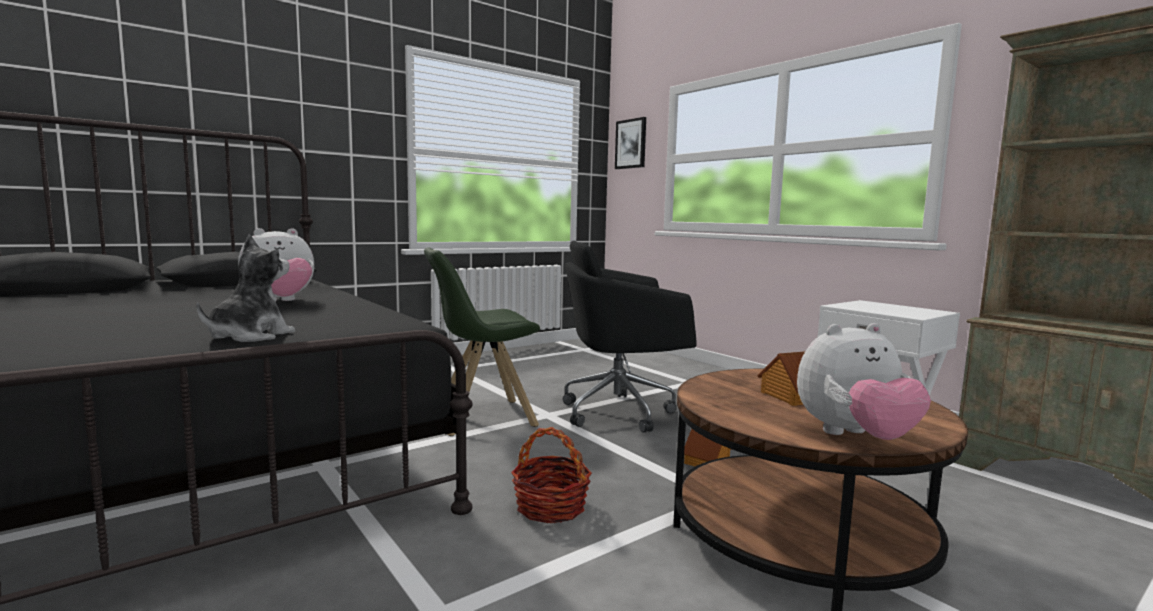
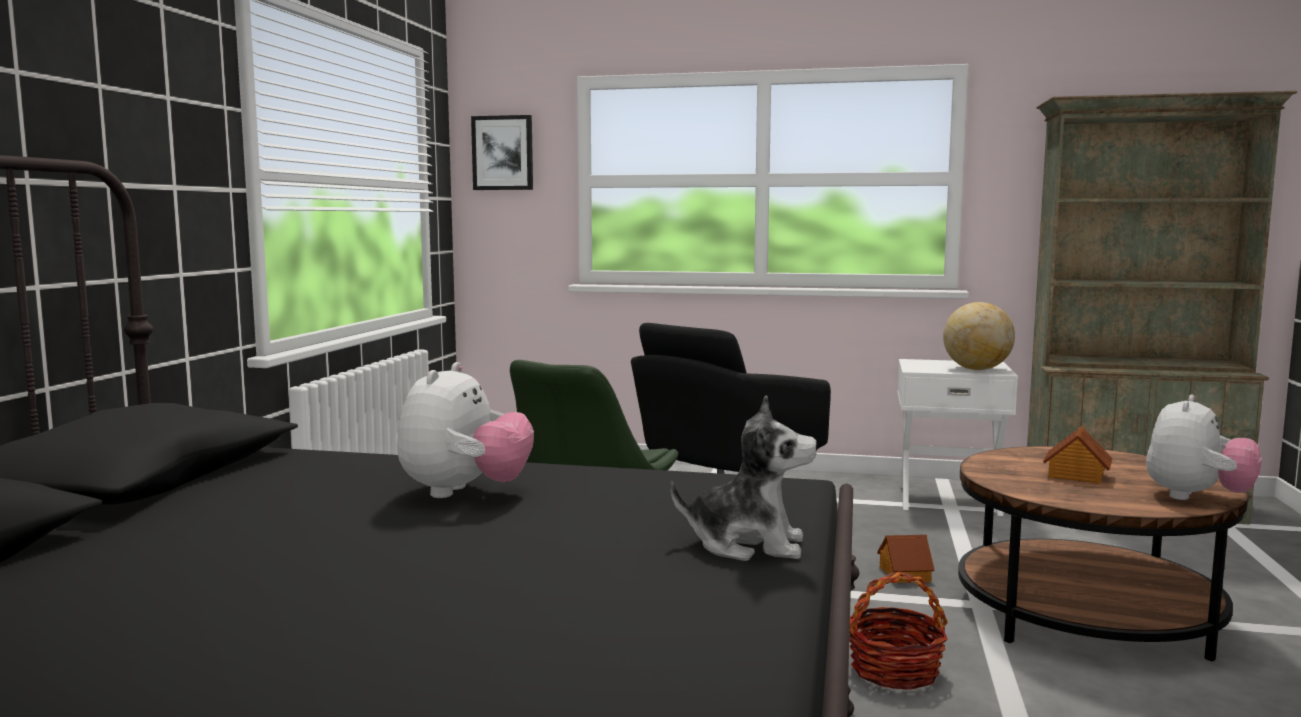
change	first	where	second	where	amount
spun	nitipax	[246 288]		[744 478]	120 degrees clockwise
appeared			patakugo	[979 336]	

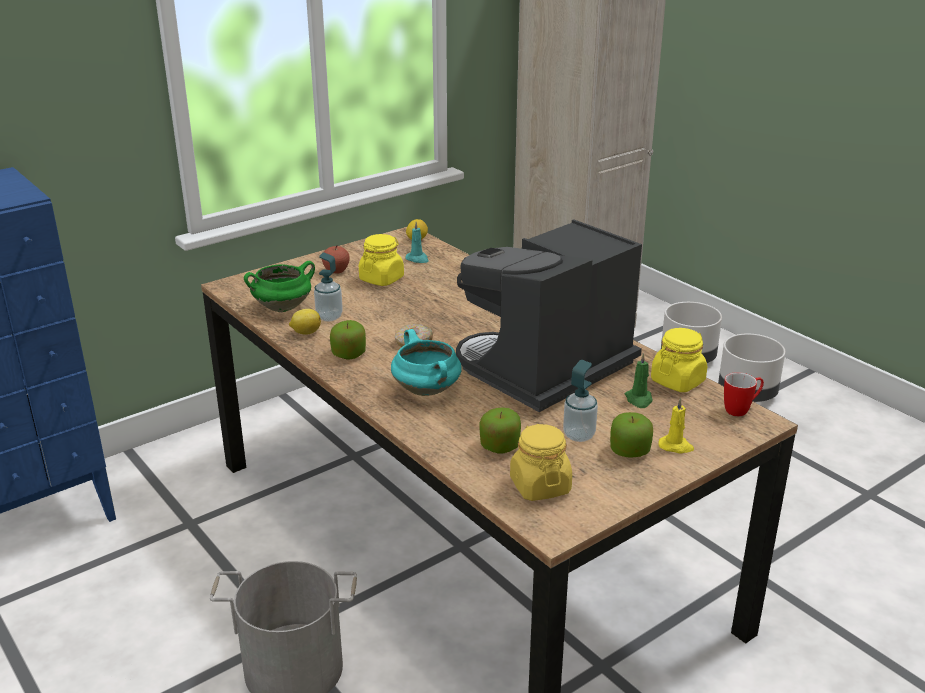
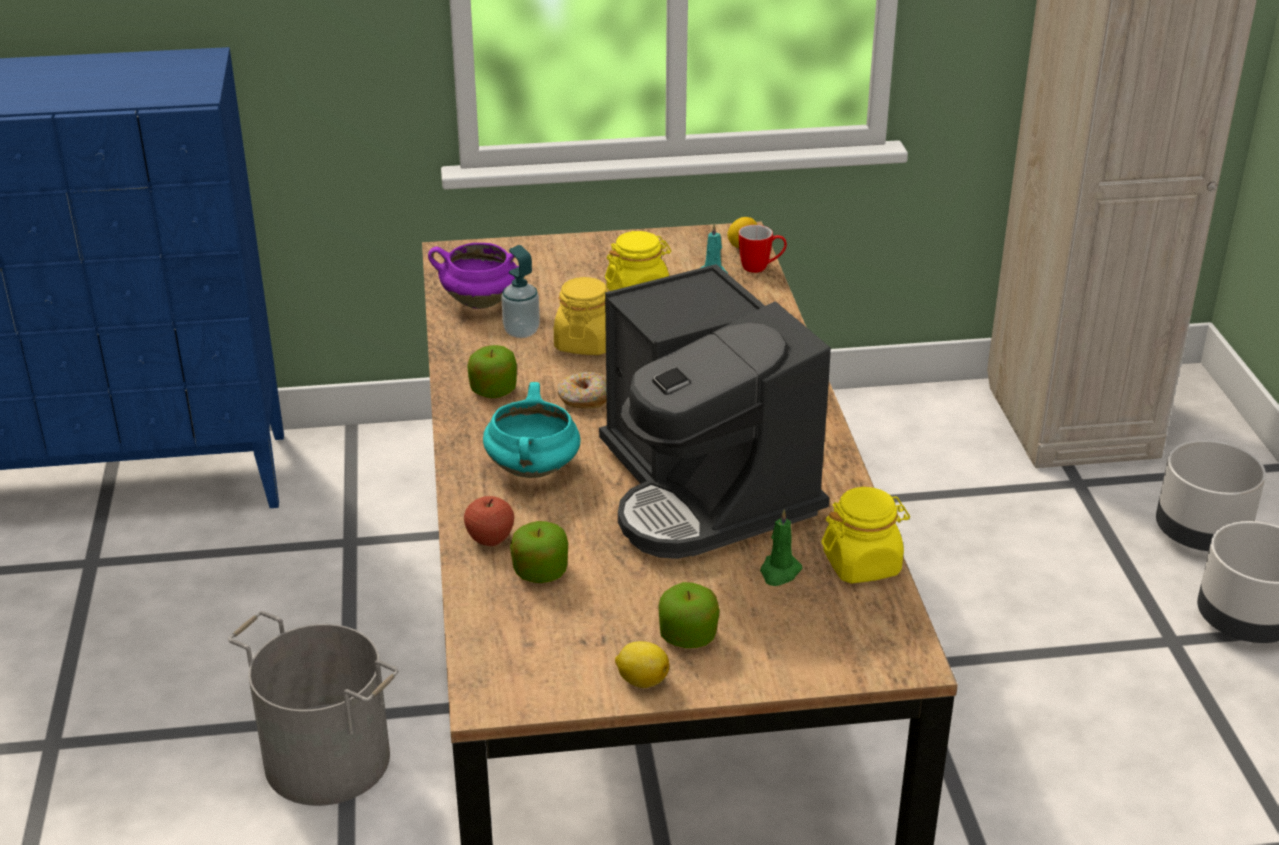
change	first	where	second	where	amount
colour	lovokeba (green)	[279 286]	lovokeba (purple)	[473 276]	
relocated	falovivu	[336 260]		[489 521]	
relocated	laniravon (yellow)	[541 462]		[581 316]	
spun	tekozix	[549 316]		[715 411]	105 degrees counterclockwise
relocated	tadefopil	[305 321]		[642 664]	
relocated	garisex	[744 394]		[763 249]	
missing	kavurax	[580 401]			
missing	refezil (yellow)	[676 425]			

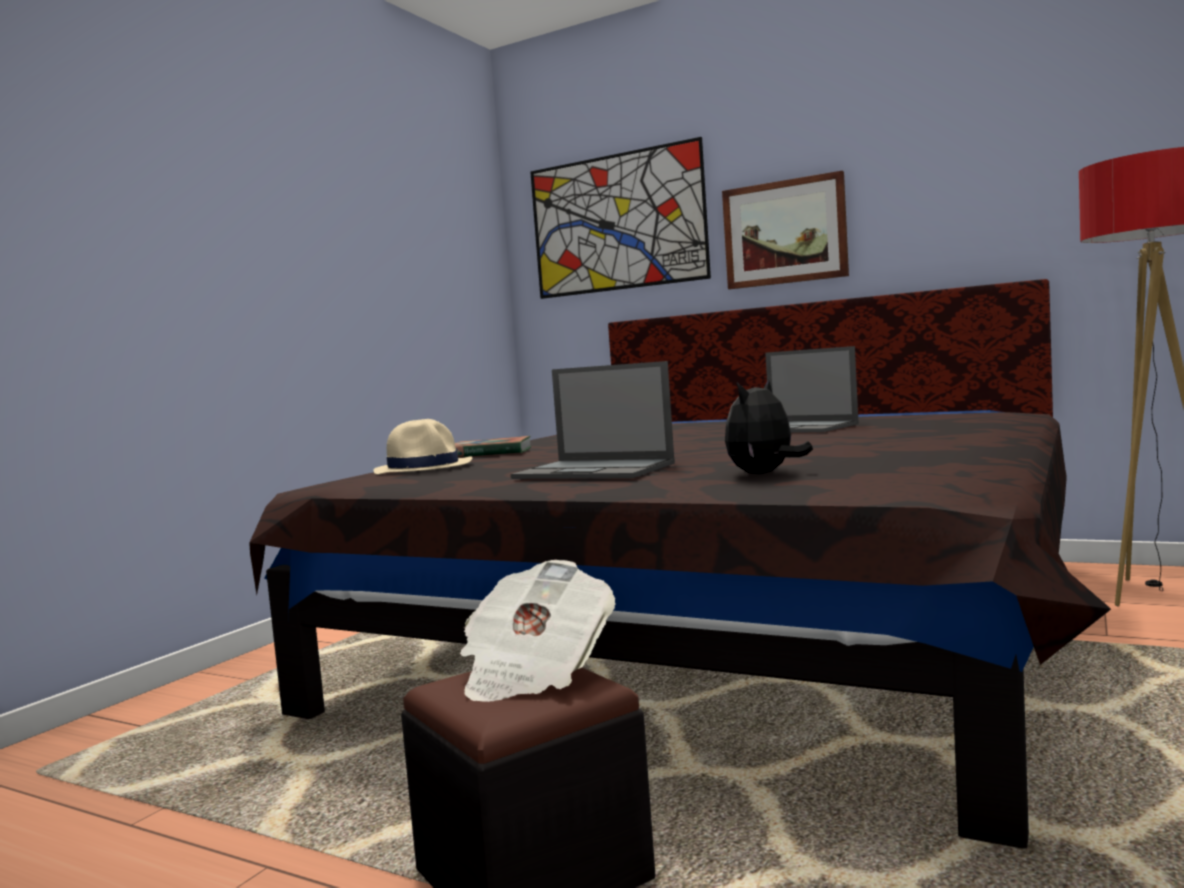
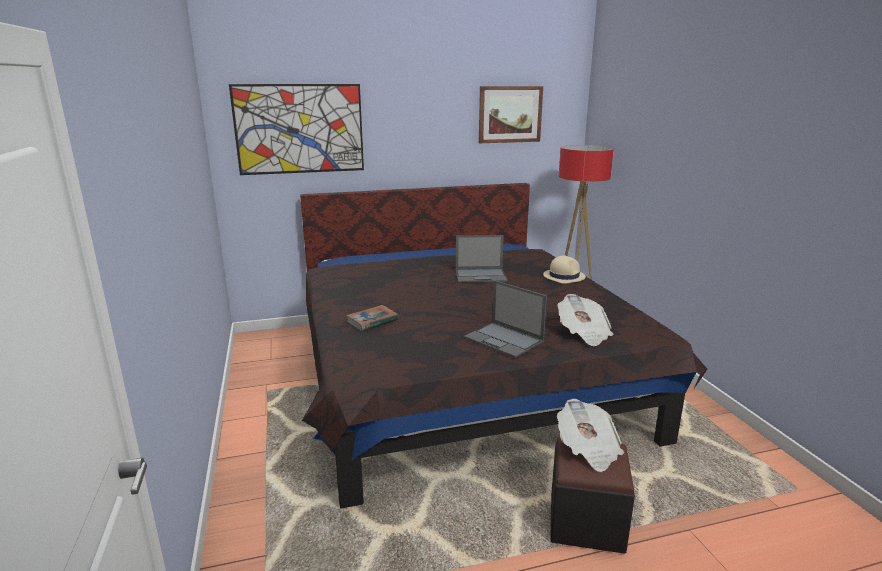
change	first	where	second	where	amount
spun	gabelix	[593 420]		[505 319]	60 degrees clockwise
relocated	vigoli	[785 230]		[511 114]	
relocated	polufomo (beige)	[423 447]		[564 269]	
exchanged	nitipax	[769 426]	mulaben	[585 320]	

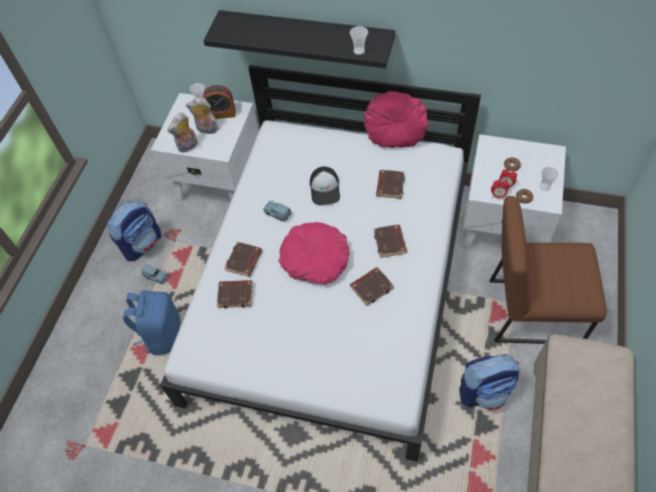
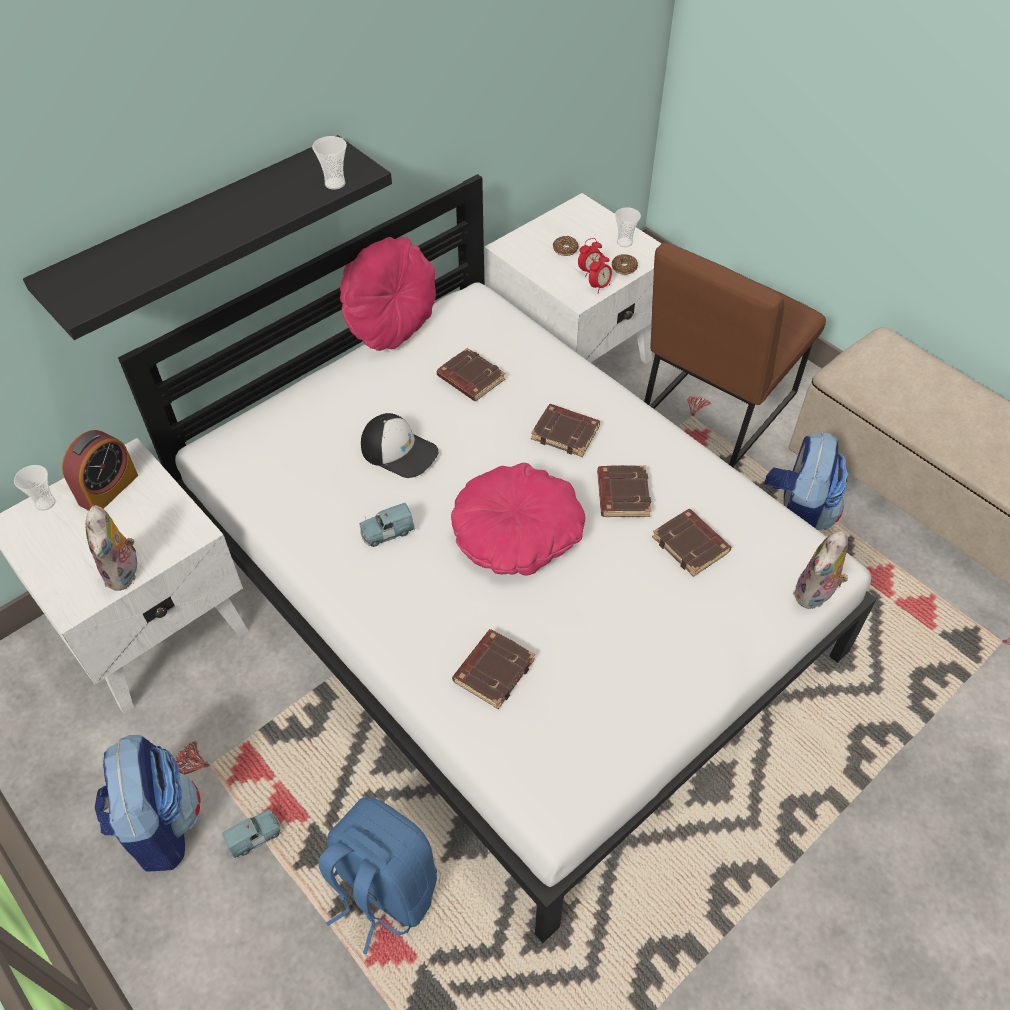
change	first	where	second	where	amount
relocated	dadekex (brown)	[243 259]		[691 543]	
relocated	nitipax	[202 116]		[820 570]	

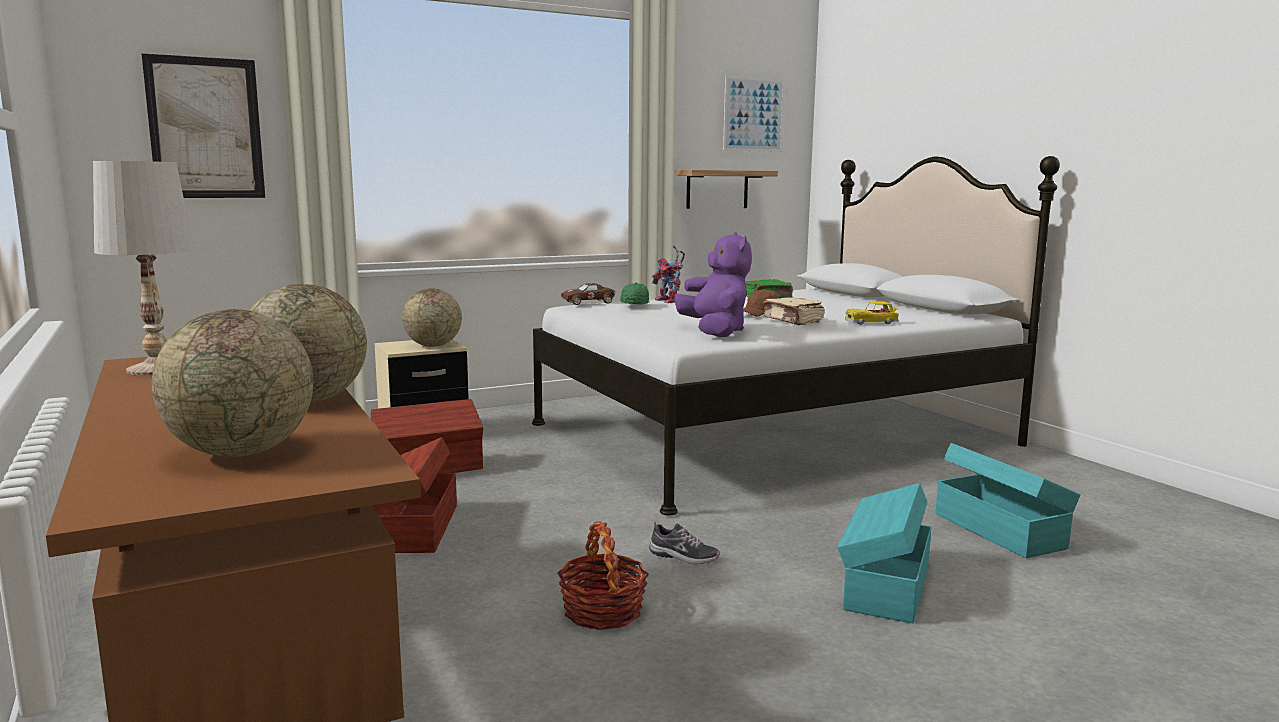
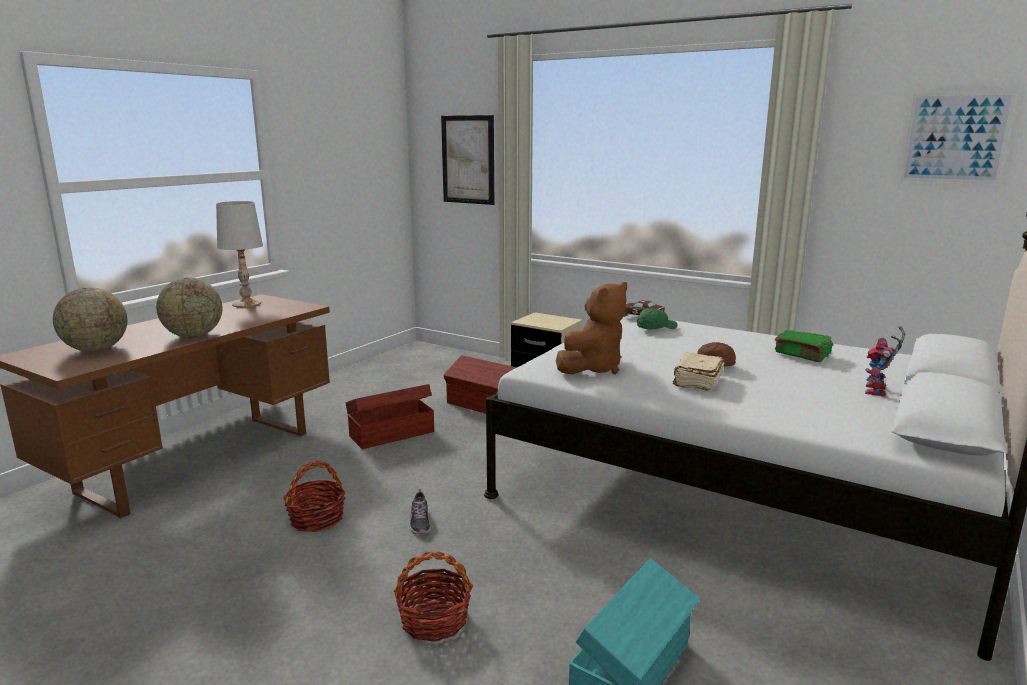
change	first	where	second	where	amount
exchanged	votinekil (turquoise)	[884 553]	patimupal	[433 596]	
colour	nitipax (purple)	[713 284]	nitipax (brown)	[591 328]	
relocated	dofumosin	[668 274]		[885 361]	
missing	patakugo	[432 317]			
missing	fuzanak	[726 189]			
missing	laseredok	[872 313]			

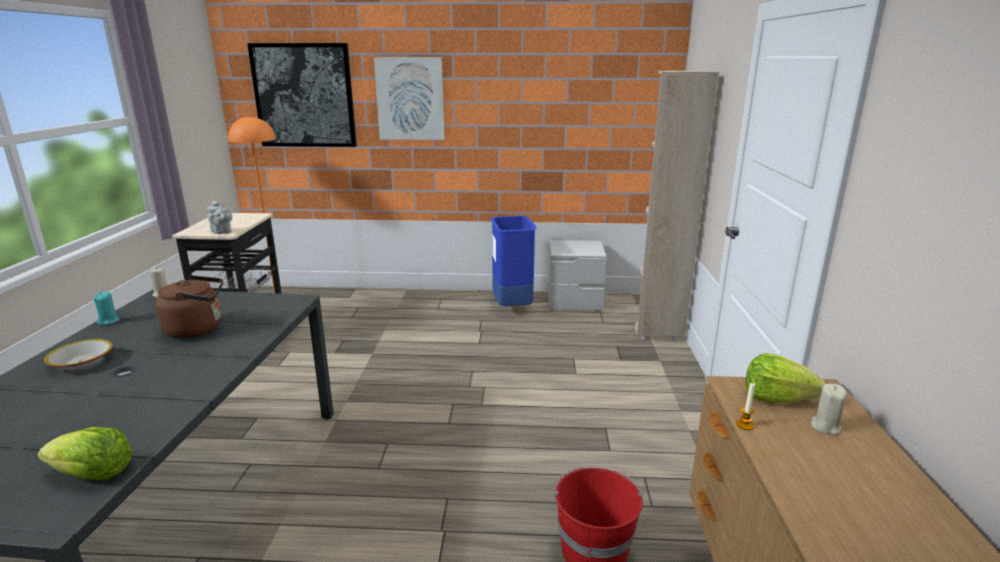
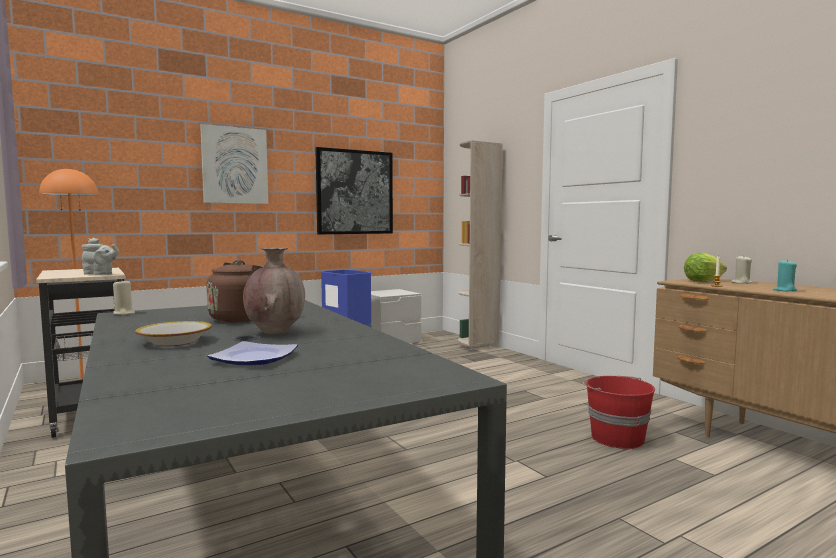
change	first	where	second	where	amount
appeared			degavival	[252 353]	
appeared			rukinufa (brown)	[274 291]	
relocated	vigoli	[302 95]		[354 190]	
relocated	refezil (turquoise)	[106 308]		[785 275]	
missing	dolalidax	[85 453]			

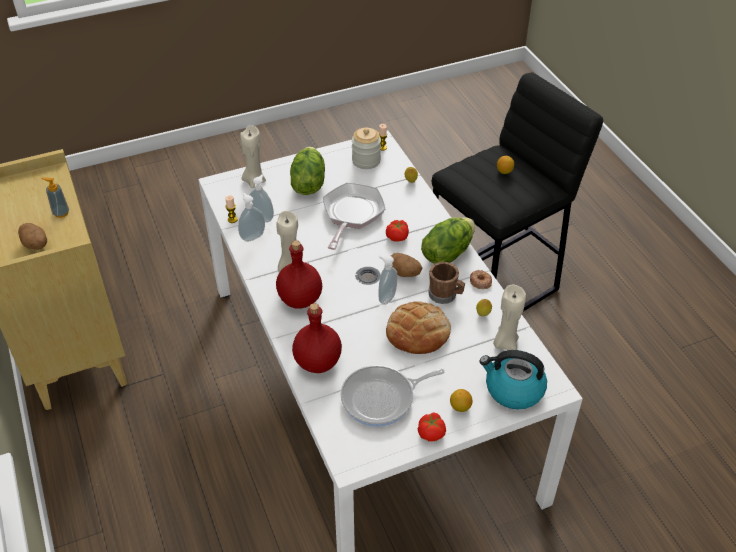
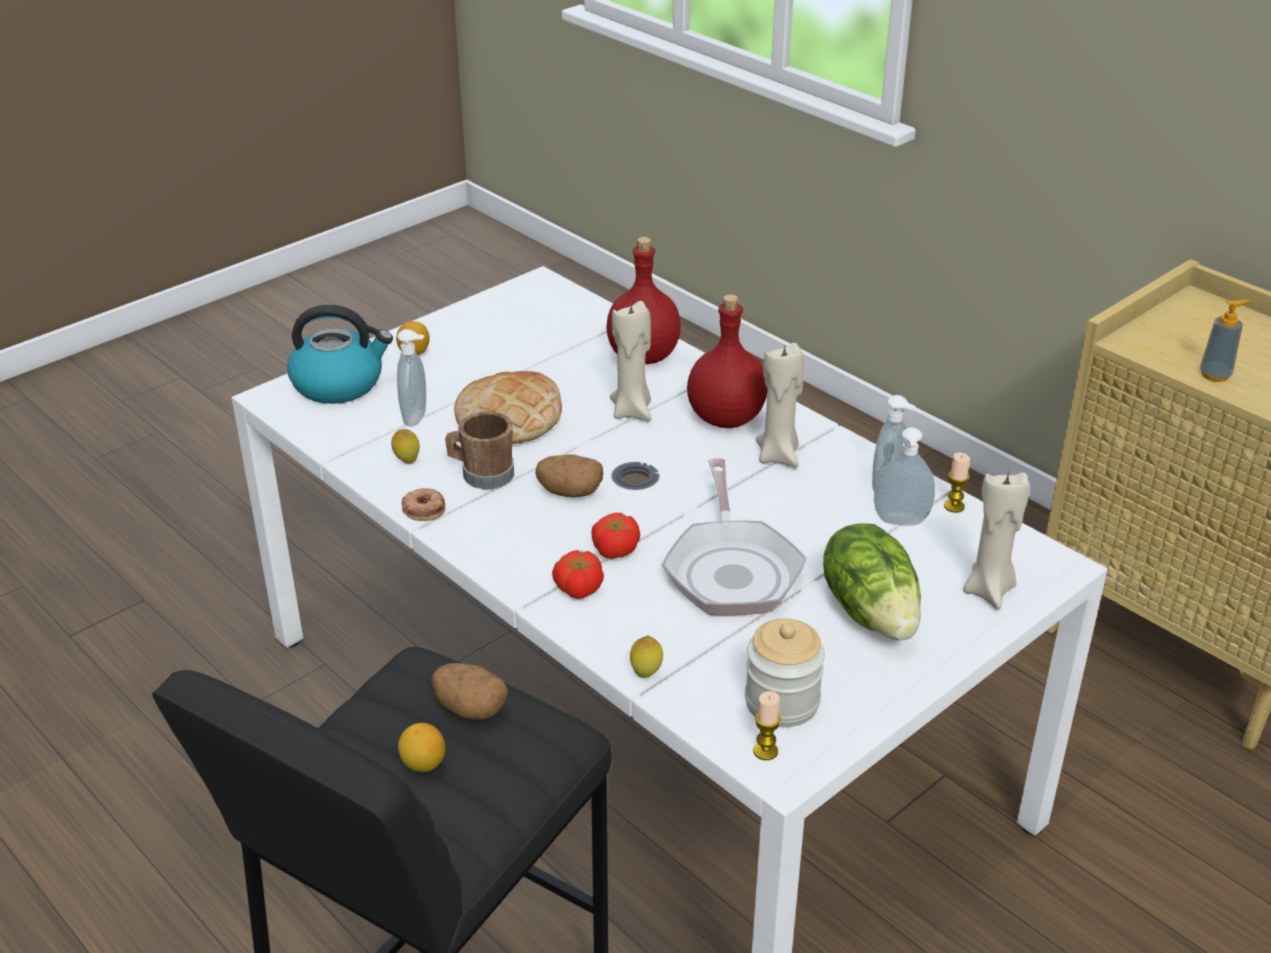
change	first	where	second	where	amount
relocated	kavurax	[387 280]		[411 377]	
relocated	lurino	[32 236]		[469 691]	
relocated	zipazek	[432 427]		[578 574]	
relocated	refezil (beige)	[509 317]		[630 361]	
missing	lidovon	[392 396]			
missing	dolalidax	[448 240]			

